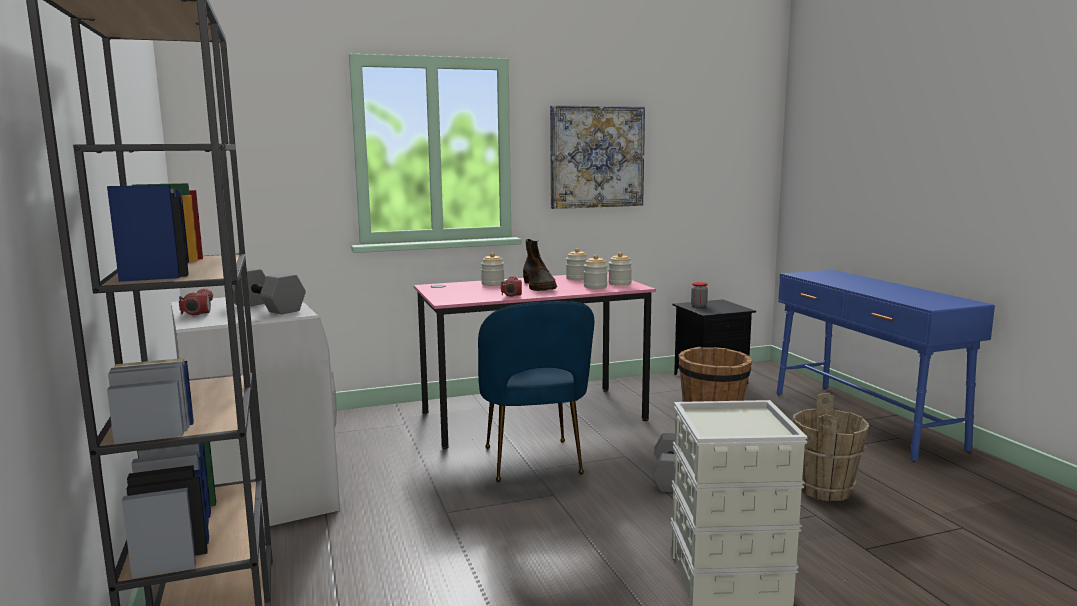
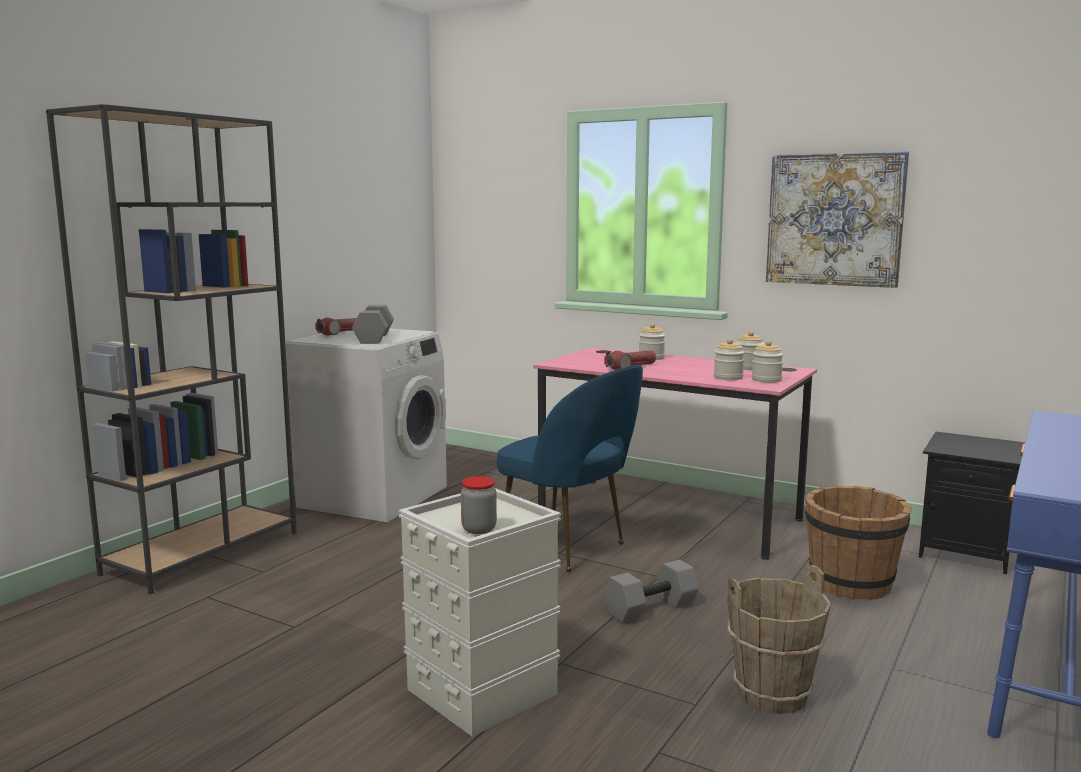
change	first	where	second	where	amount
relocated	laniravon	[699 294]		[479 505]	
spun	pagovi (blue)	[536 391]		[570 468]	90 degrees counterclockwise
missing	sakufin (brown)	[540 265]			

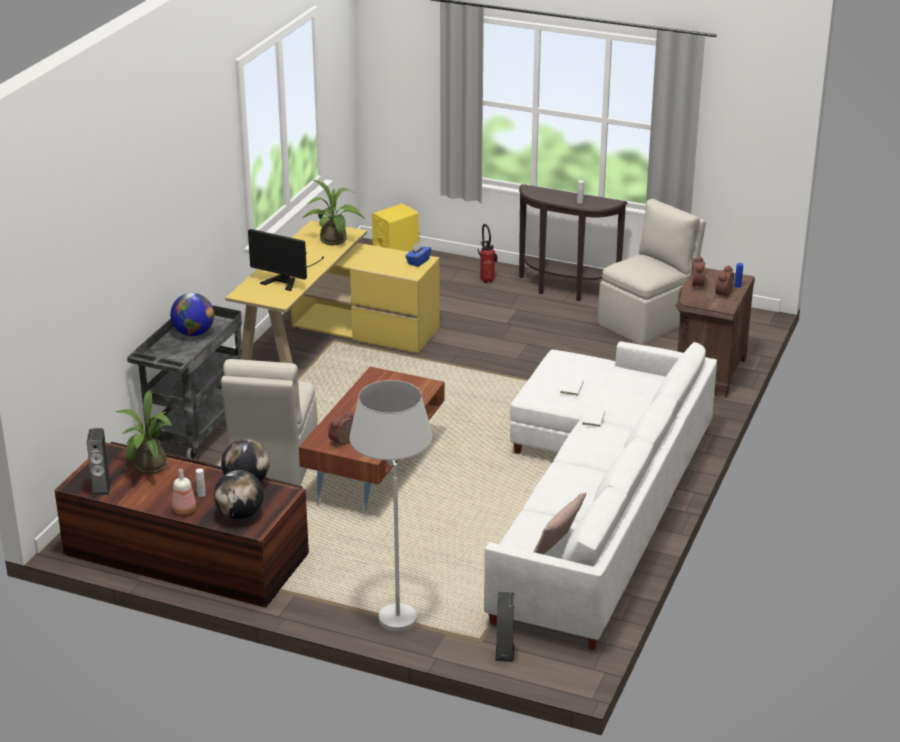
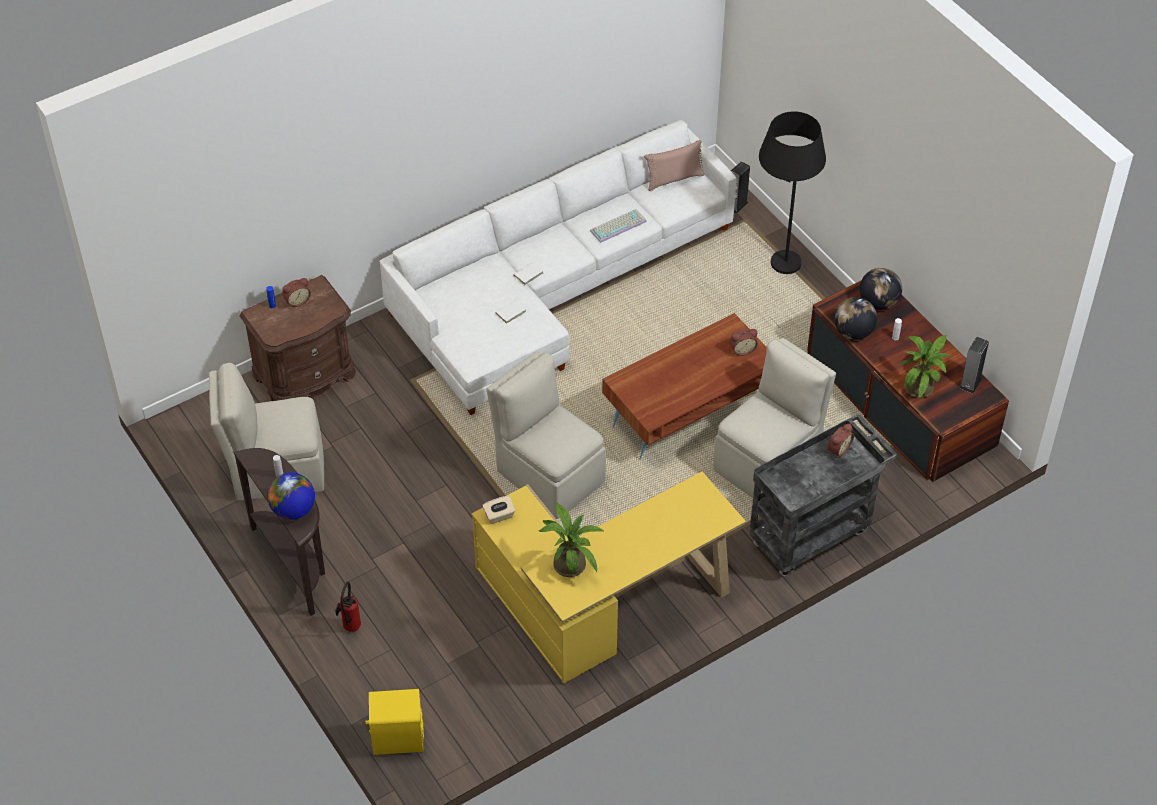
change	first	where	second	where	amount
relocated	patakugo	[192 314]		[291 496]	
colour	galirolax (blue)	[418 255]	galirolax (beige)	[499 510]	
appeared			pagovi (beige)	[546 435]	
appeared			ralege	[618 226]	
colour	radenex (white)	[390 505]	radenex (black)	[792 192]	
relocated	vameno	[700 272]		[841 441]	
missing	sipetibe	[184 492]			
missing	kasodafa	[286 260]			

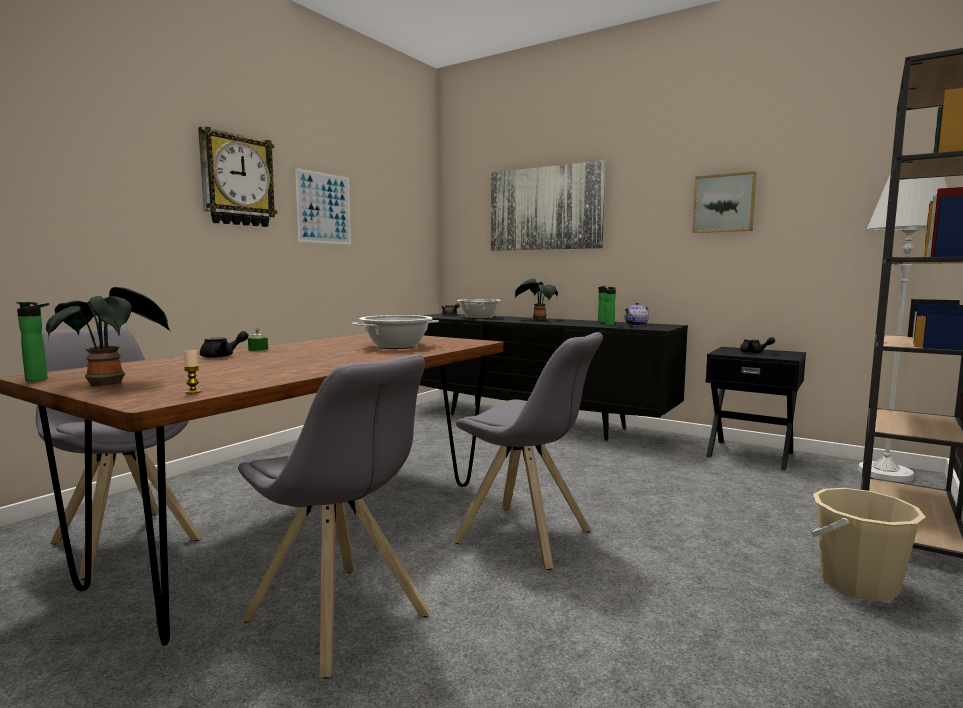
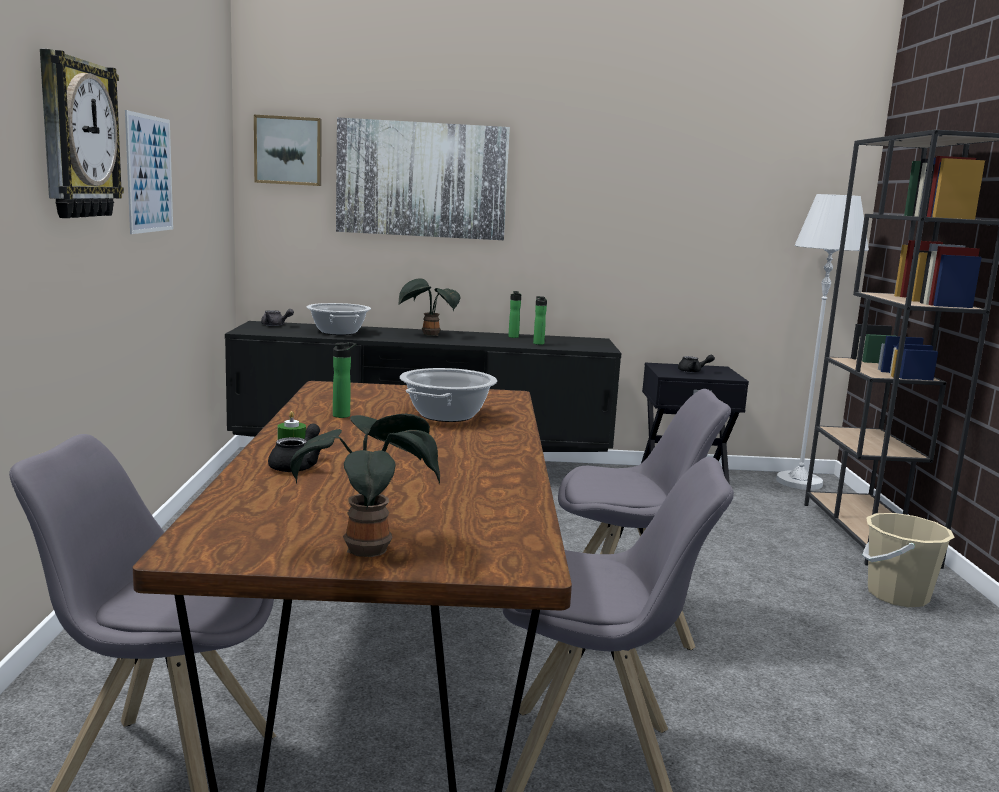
change	first	where	second	where	amount
relocated	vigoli	[725 202]		[288 150]	
relocated	sipetibe	[32 341]		[344 380]	
missing	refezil	[192 372]			
missing	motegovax	[636 314]			

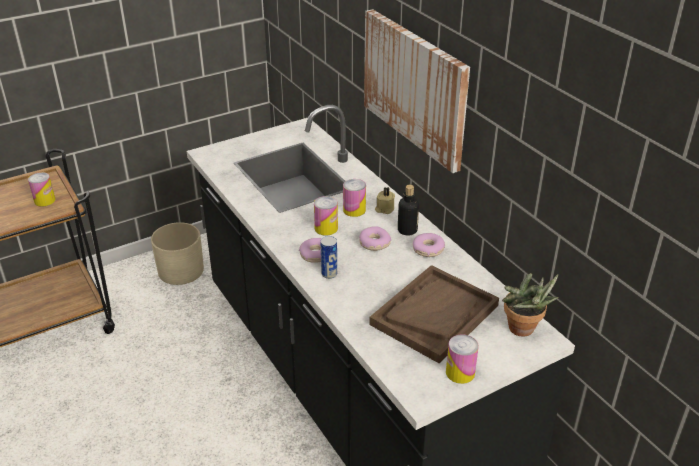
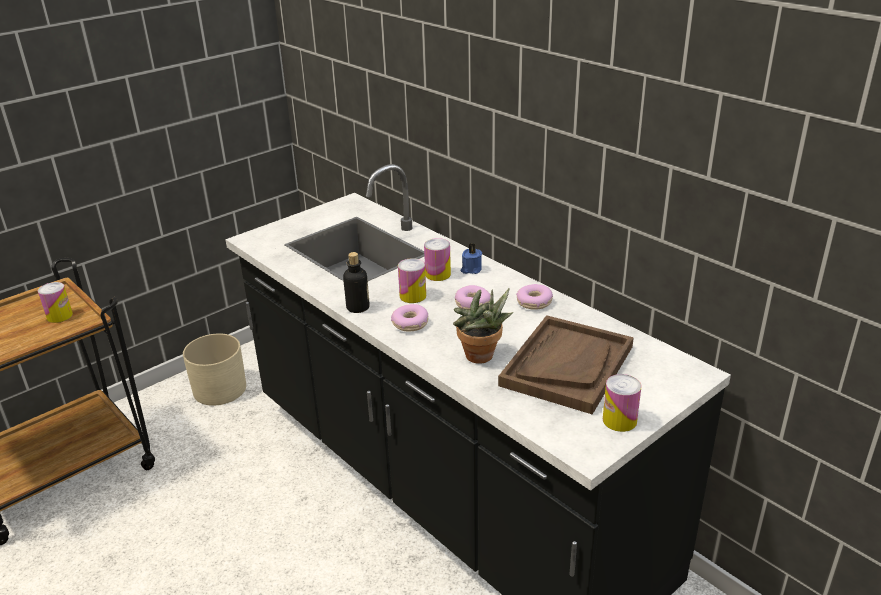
change	first	where	second	where	amount
relocated	sipetibe	[408 210]		[356 282]	
relocated	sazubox	[530 305]		[483 326]	
colour	refezil (beige)	[385 200]	refezil (blue)	[471 258]	
missing	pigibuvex	[329 257]			
missing	vigoli	[417 91]			

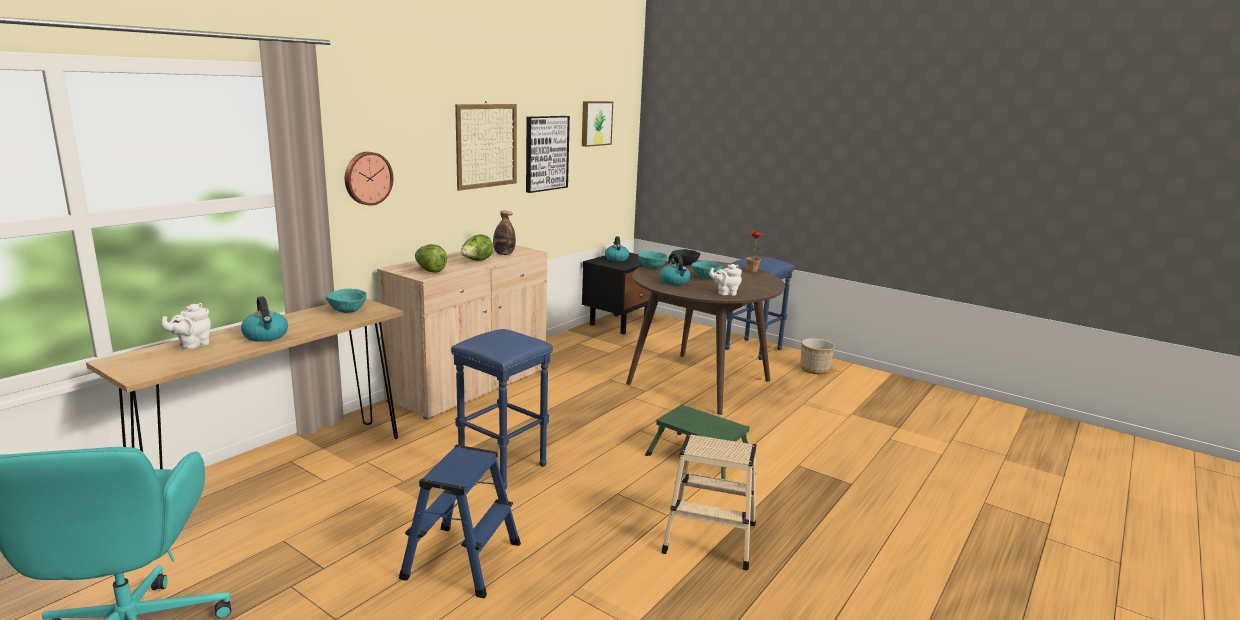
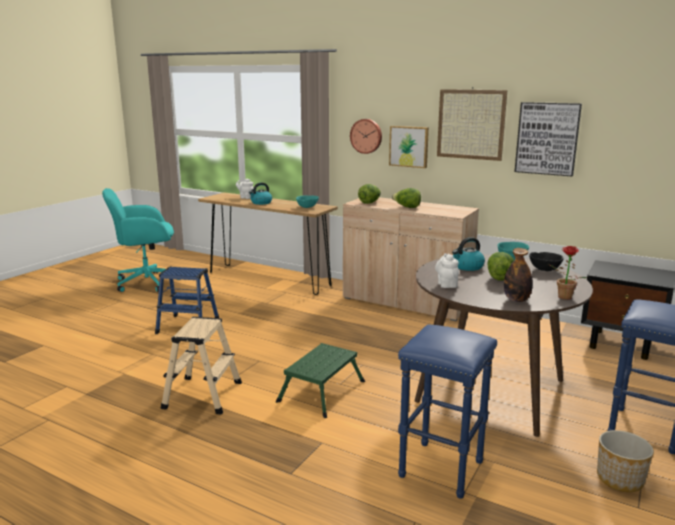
change	first	where	second	where	amount
relocated	vigoli	[597 124]		[409 147]	
relocated	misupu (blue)	[502 409]		[447 411]	
exchanged	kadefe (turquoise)	[707 270]	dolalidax	[500 266]	
relocated	sipetibe	[504 233]		[518 275]	
missing	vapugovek	[617 249]			

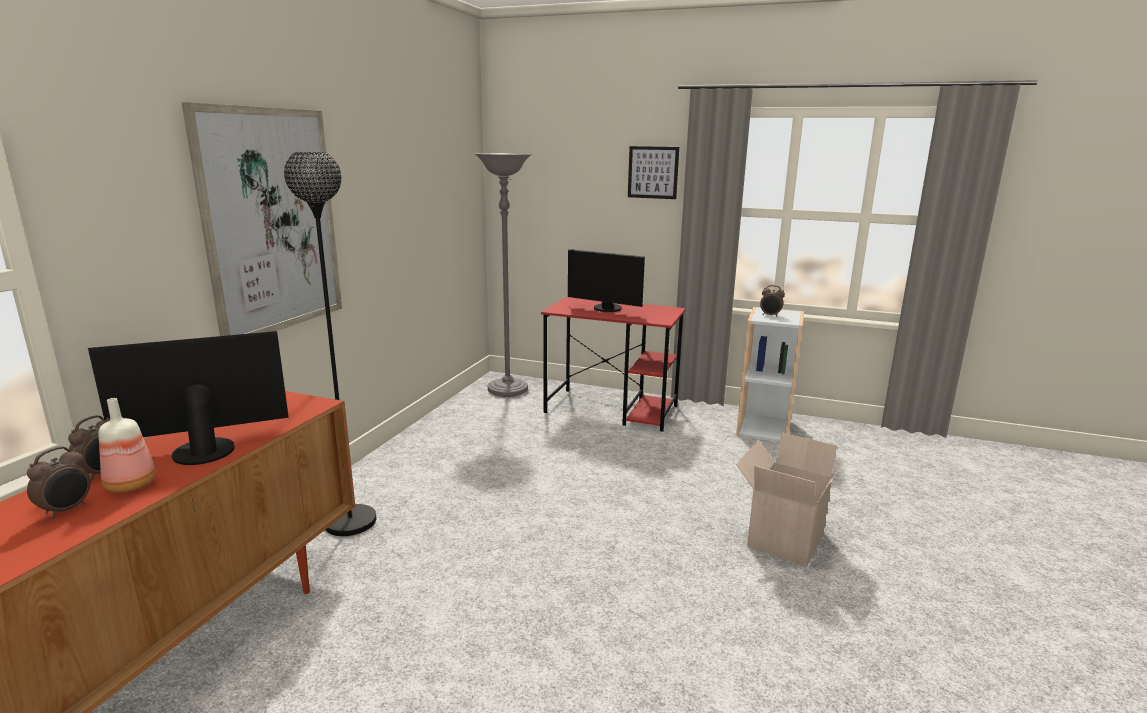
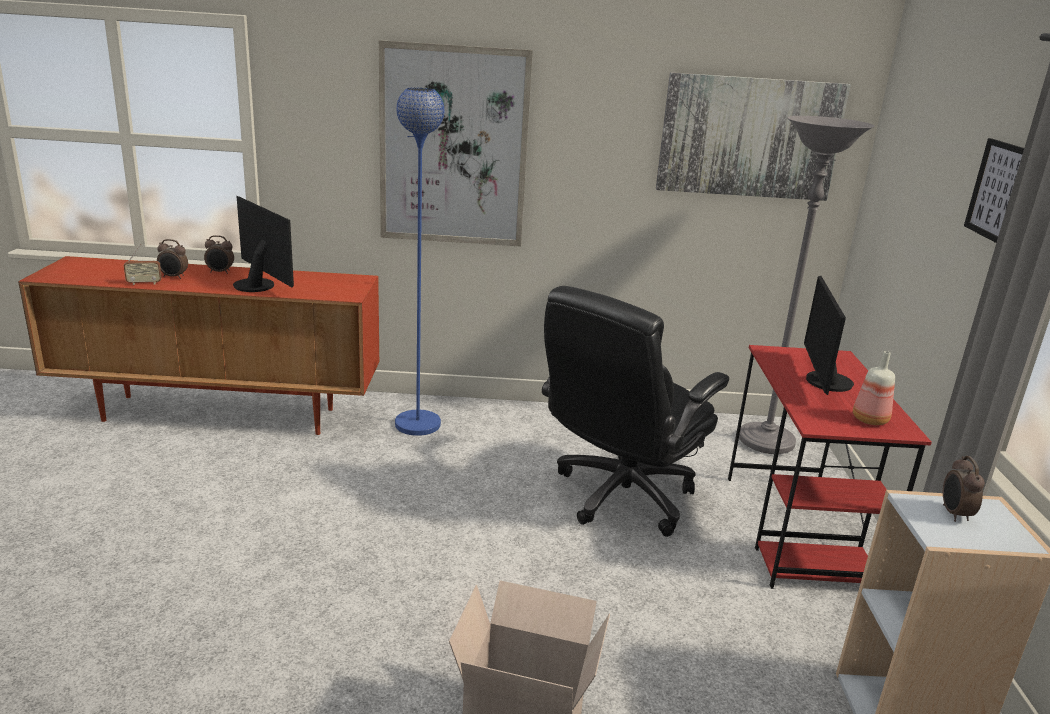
change	first	where	second	where	amount
appeared			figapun	[143 264]	
colour	radenex (black)	[330 344]	radenex (blue)	[420 262]	
appeared			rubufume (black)	[635 411]	
appeared			vigoli	[753 136]	
relocated	sipetibe	[127 445]		[874 388]	

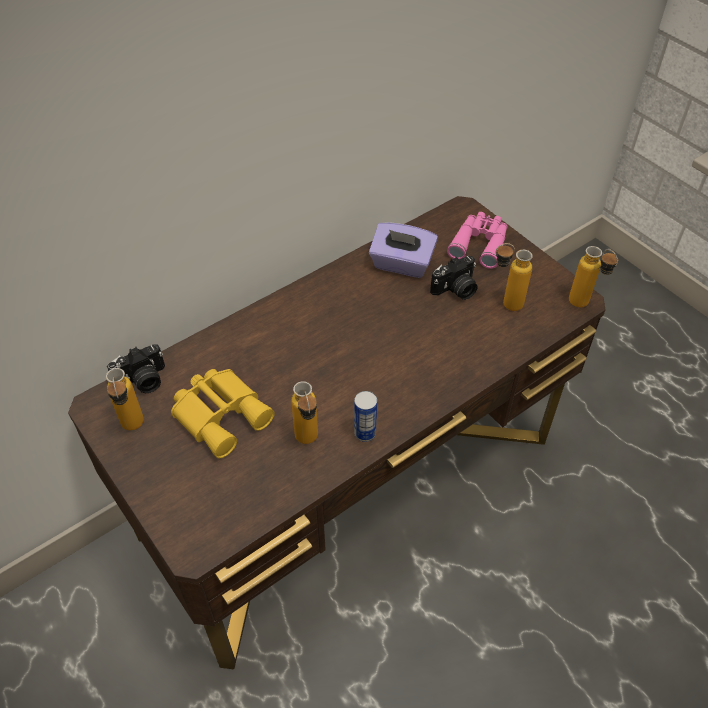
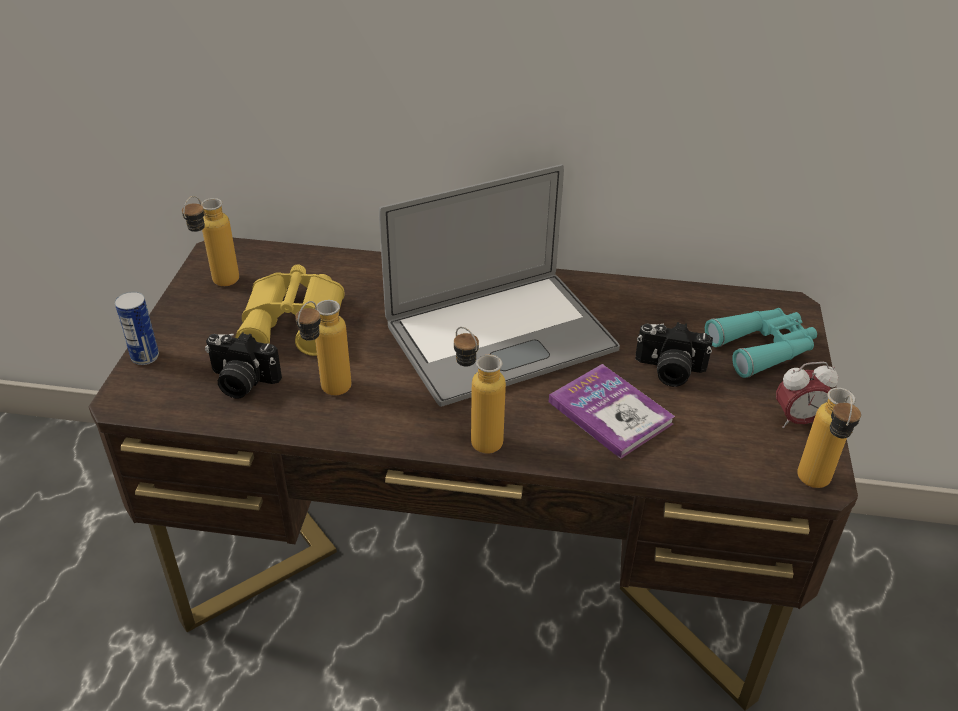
change	first	where	second	where	amount
relocated	pigibuvex	[365 416]		[137 328]	
relocated	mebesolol	[136 368]		[243 365]	
appeared			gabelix	[499 285]	
relocated	sipetibe	[514 277]		[480 390]	
appeared			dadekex	[612 411]	
colour	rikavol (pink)	[477 240]	rikavol (turquoise)	[761 343]	
appeared			vameno	[807 395]	
missing	galirolax (purple)	[403 250]			

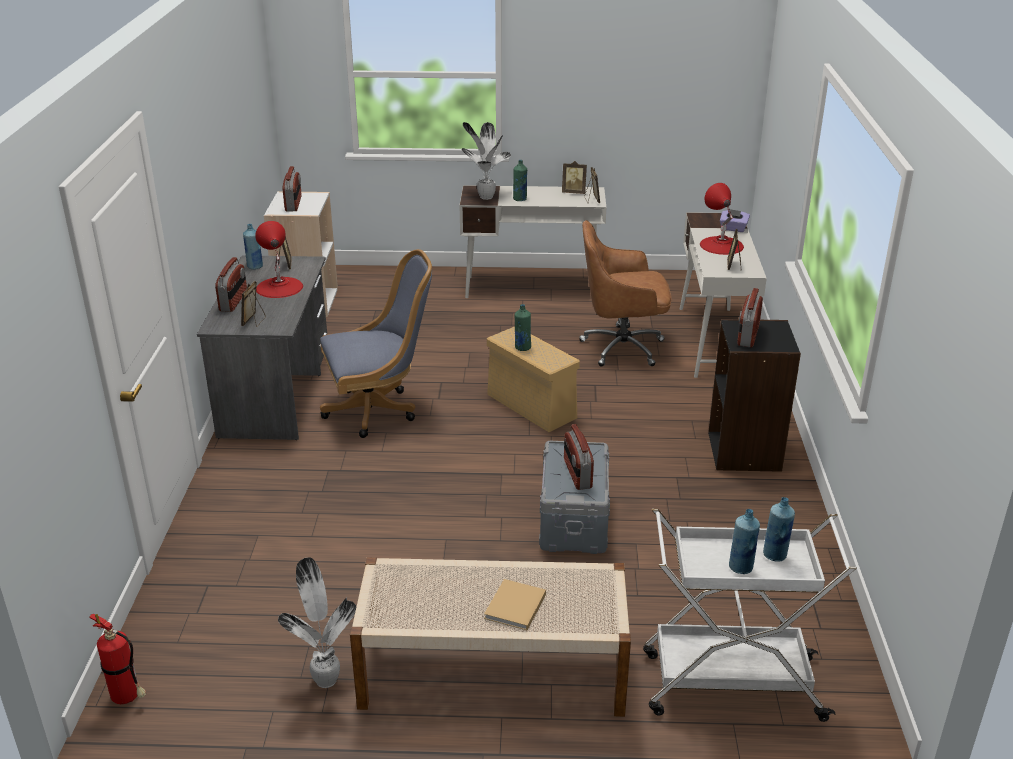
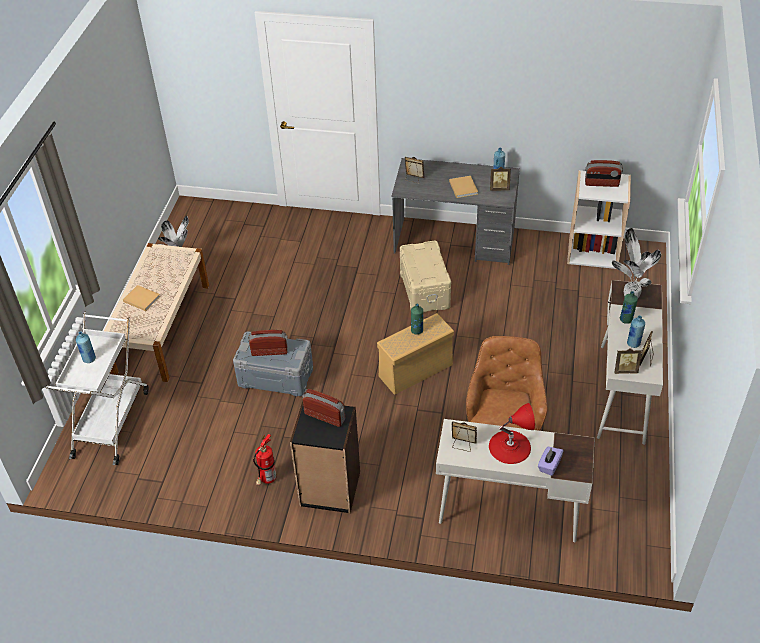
change	first	where	second	where	amount
relocated	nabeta	[117 659]		[264 459]	
exchanged	rubufume (blue)	[376 343]	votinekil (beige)	[425 276]	
exchanged	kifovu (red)	[279 259]	dadekex (beige)	[463 187]	
relocated	sipetibe (blue)	[779 529]		[636 331]	
missing	figapun	[231 284]			

